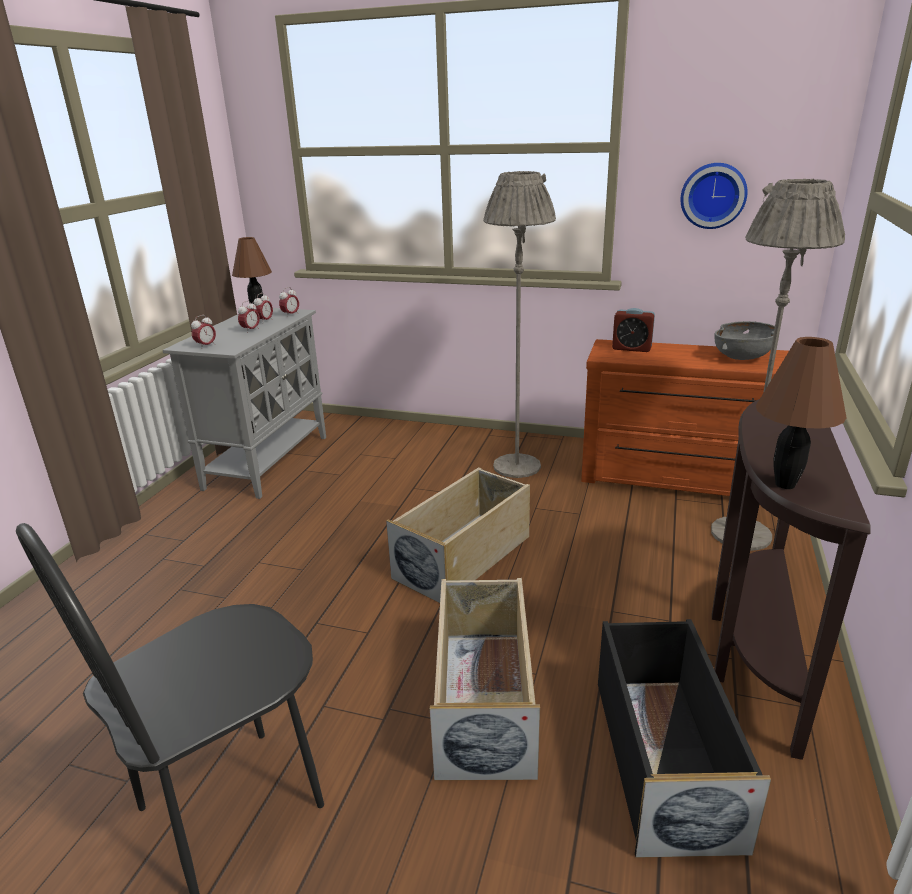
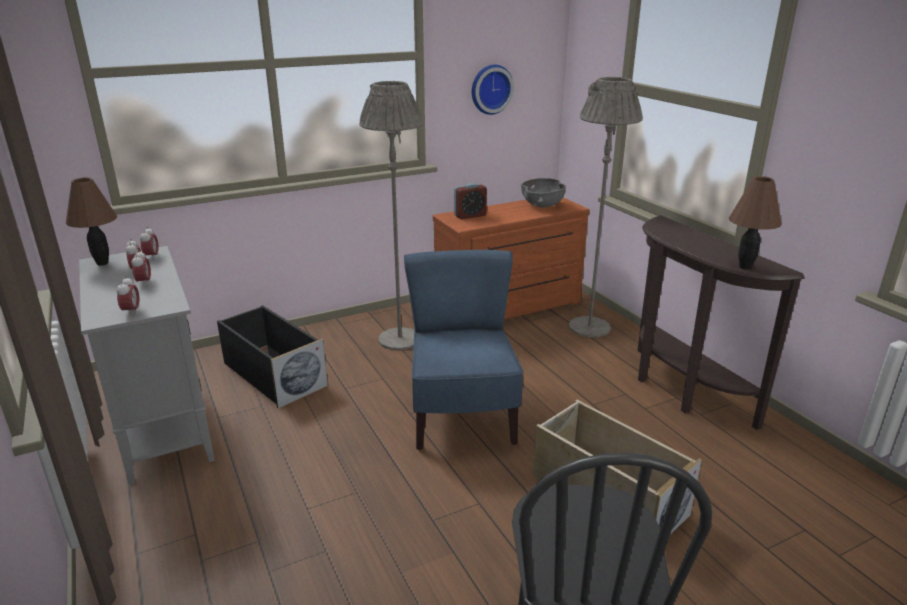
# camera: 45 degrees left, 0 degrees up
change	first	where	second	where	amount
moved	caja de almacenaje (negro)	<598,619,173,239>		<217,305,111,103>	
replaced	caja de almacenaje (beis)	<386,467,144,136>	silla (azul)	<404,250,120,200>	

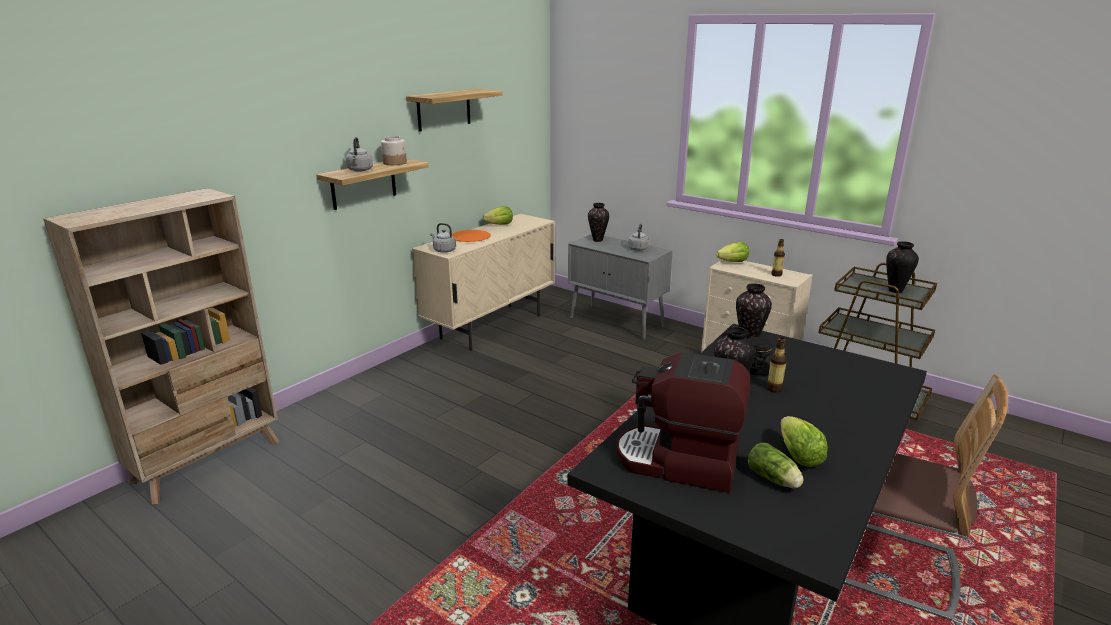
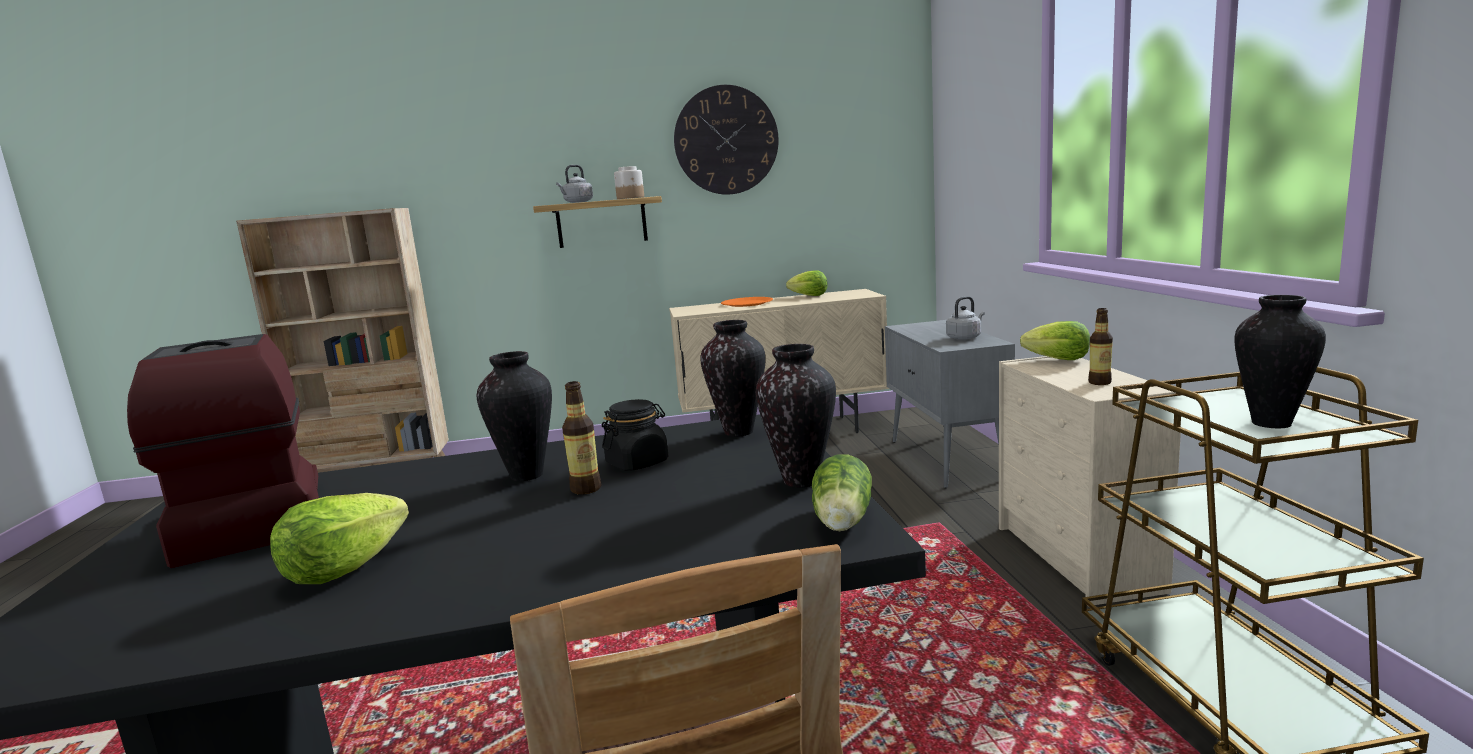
# camera: 45 degrees right, 10 degrees down
change	first	where	second	where	amount
removed	hervidor (gris)	<430,223,26,30>			
moved	florero	<588,203,21,39>		<756,344,80,144>	
moved	lechuga	<748,443,55,45>		<812,454,60,77>	
replaced	estante	<406,89,97,42>	reloj de pared	<674,85,105,110>	

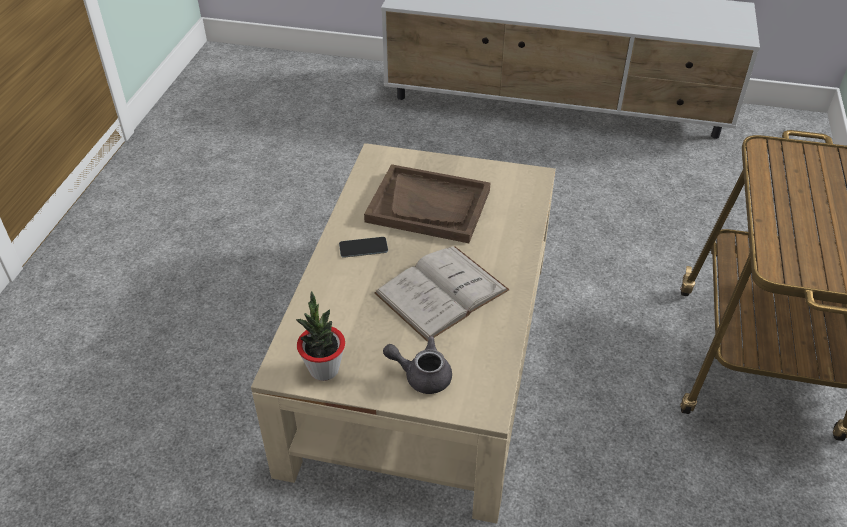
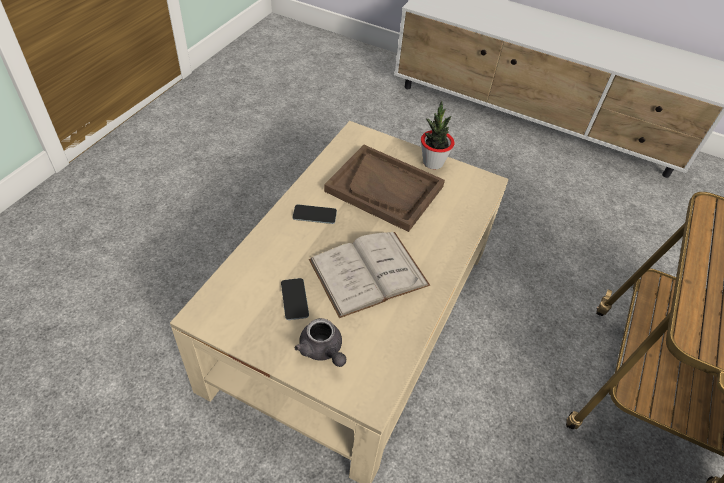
# camera: 10 degrees right, 5 degrees up
change	first	where	second	where	amount
added			móvil	<281,278,28,42>	
moved	planta en maceta	<296,291,49,90>		<421,101,33,69>	
turned	tetera (gris)	<383,336,69,58>		<295,318,51,49>	150 degrees counterclockwise

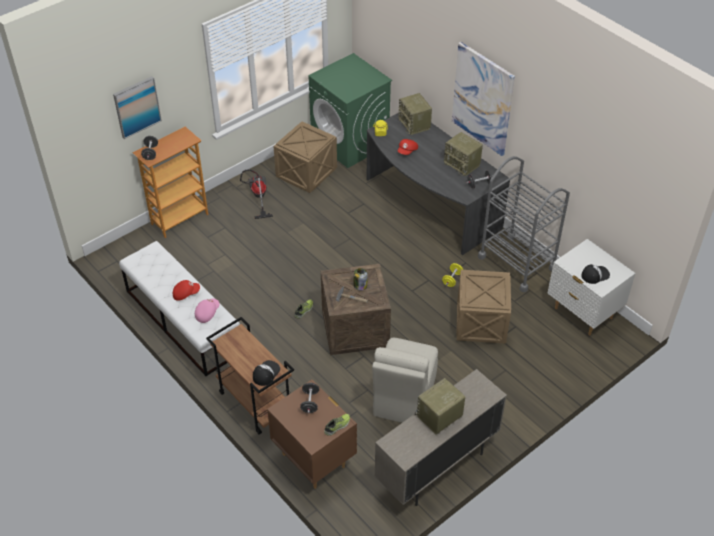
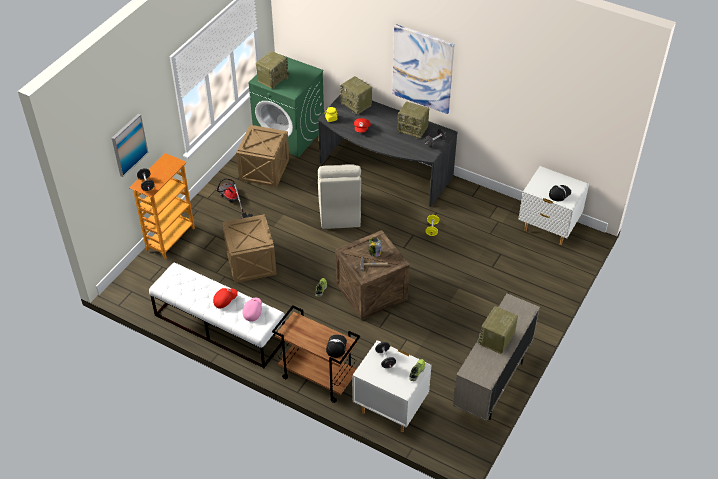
# camera: 20 degrees left, 0 degrees up
change	first	where	second	where	amount
removed	carrito (gris)	<478,156,92,137>			
added			radio	<256,51,34,38>	
moved	silla (beis)	<372,338,66,85>		<318,164,43,65>	
moved	caja de embalaje	<456,270,55,74>		<222,214,55,69>	
recoloured	mesita de noche (marrón)	<267,380,90,109>	mesita de noche (blanco)	<353,340,79,92>	

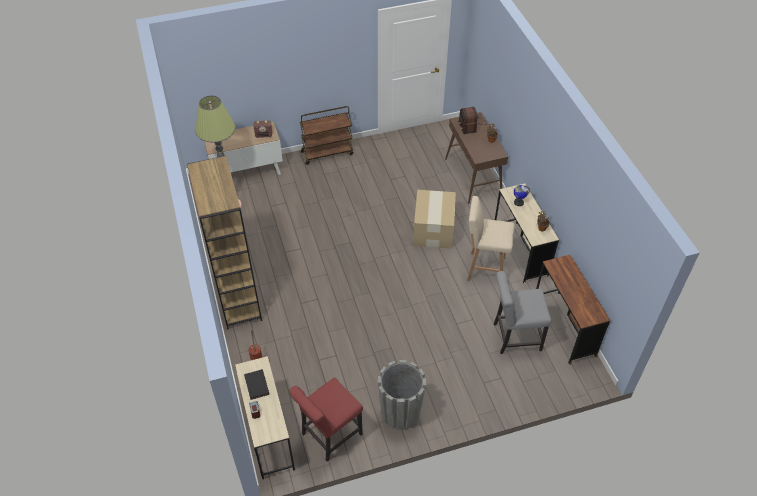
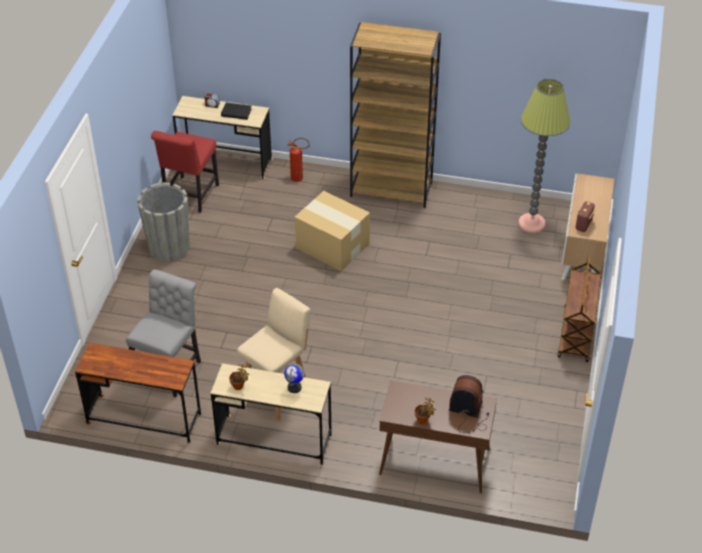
# camera: 120 degrees right, 5 degrees down
change	first	where	second	where	amount
moved	caja de cartón	<413,190,43,59>		<294,191,76,80>	
turned	silla (rojo)	<289,377,74,85>		<151,131,68,82>	150 degrees counterclockwise

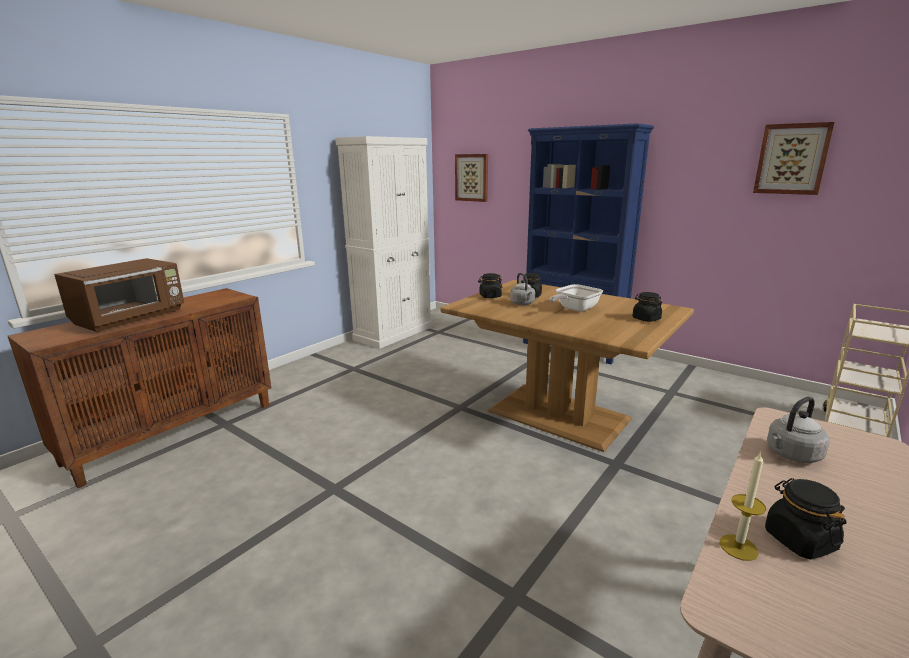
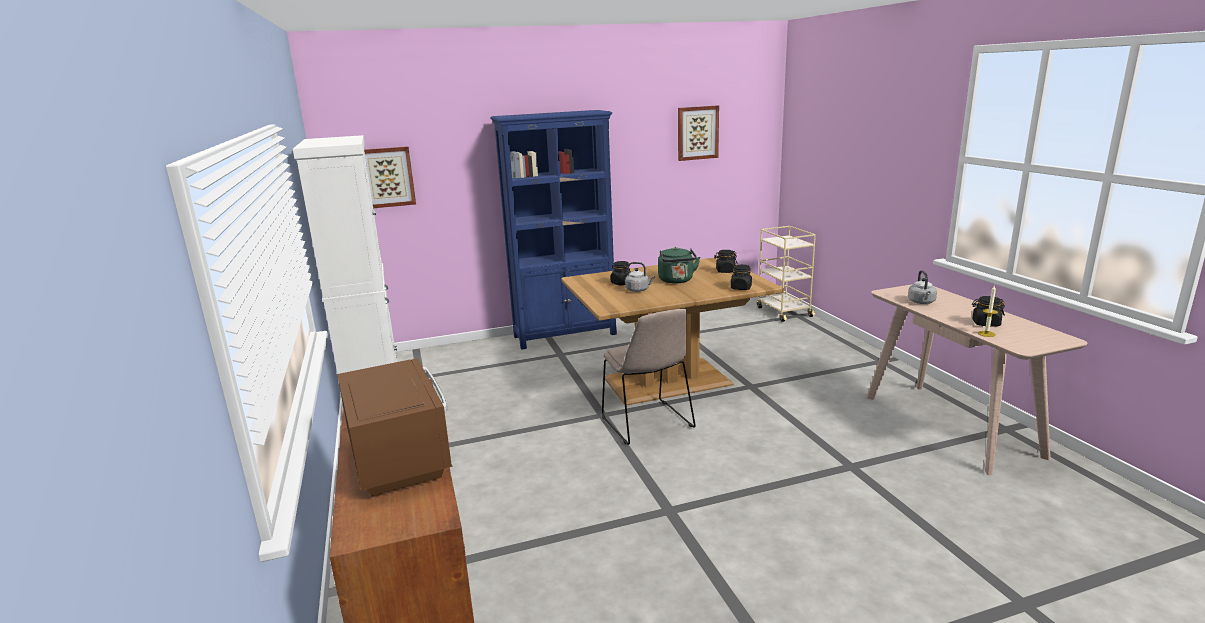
# camera: 55 degrees left, 0 degrees up
change	first	where	second	where	amount
added			silla (beis)	<602,309,94,136>	
moved	tarro (negro)	<478,273,25,25>		<731,265,21,25>	
replaced	sartén	<549,284,54,28>	hervidor (verde)	<658,247,42,36>	

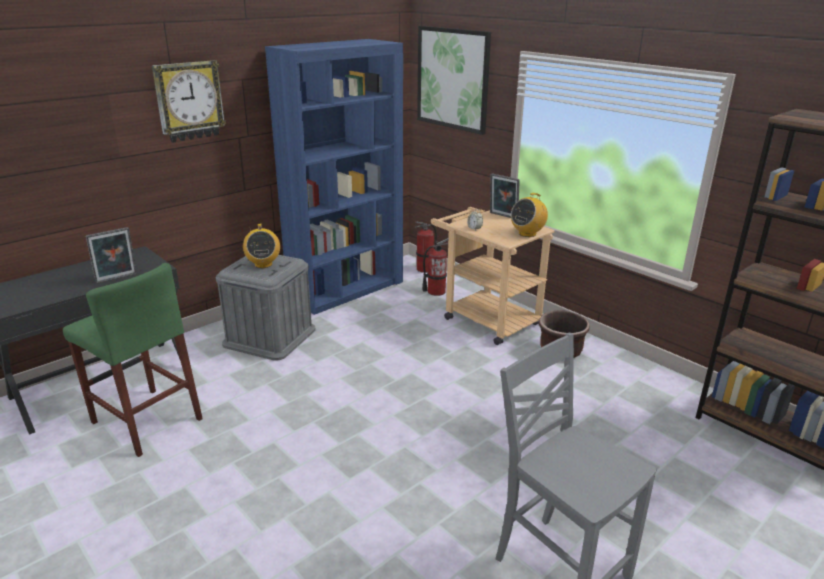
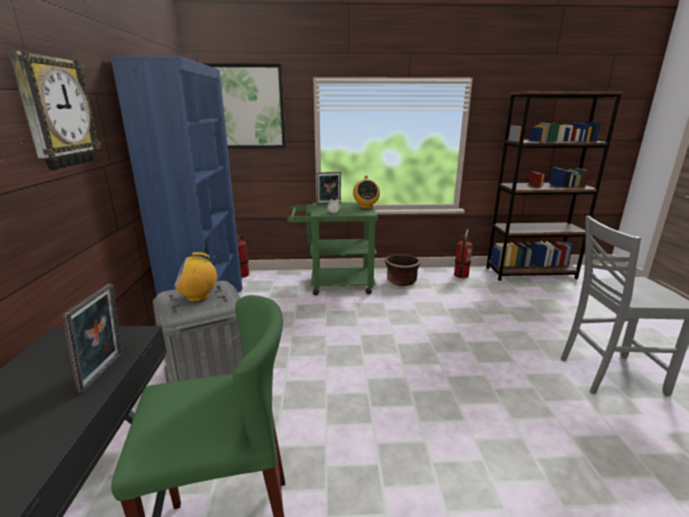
# camera: 50 degrees left, 5 degrees down
change	first	where	second	where	amount
moved	extintor	<422,238,26,58>		<454,229,19,49>	
recoloured	carrito (beis)	<431,207,124,138>	carrito (verde)	<287,202,92,94>	
turned	radio	<243,224,37,44>		<174,252,43,50>	135 degrees clockwise

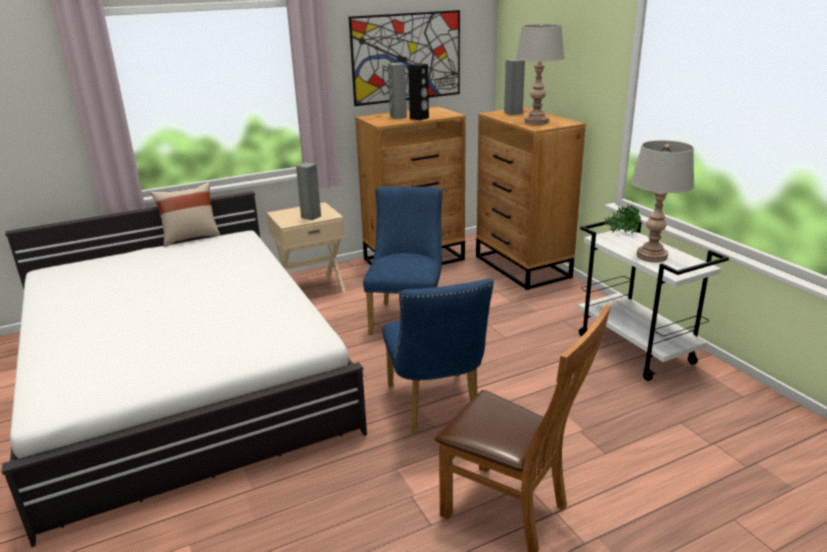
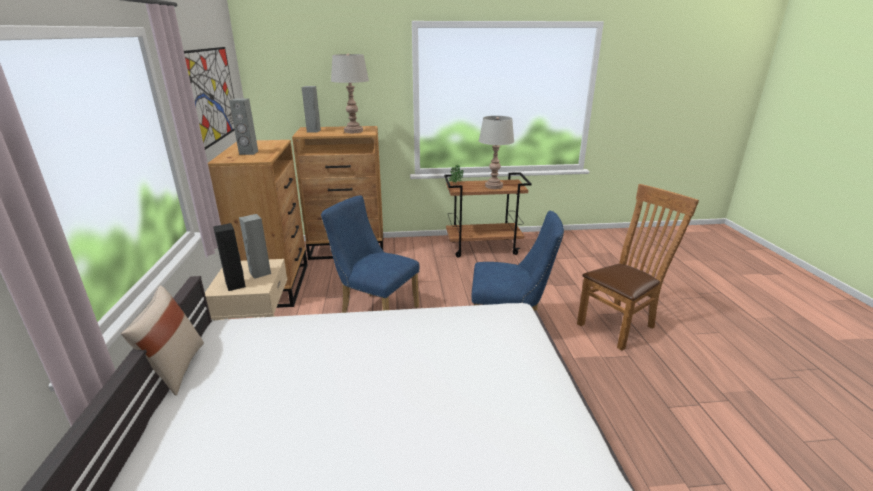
# camera: 70 degrees left, 0 degrees up
change	first	where	second	where	amount
moved	altavoz (negro)	<408,63,21,57>		<213,223,33,68>	
recoloured	carrito (blanco)	<578,217,151,164>	carrito (marrón)	<444,172,88,85>	

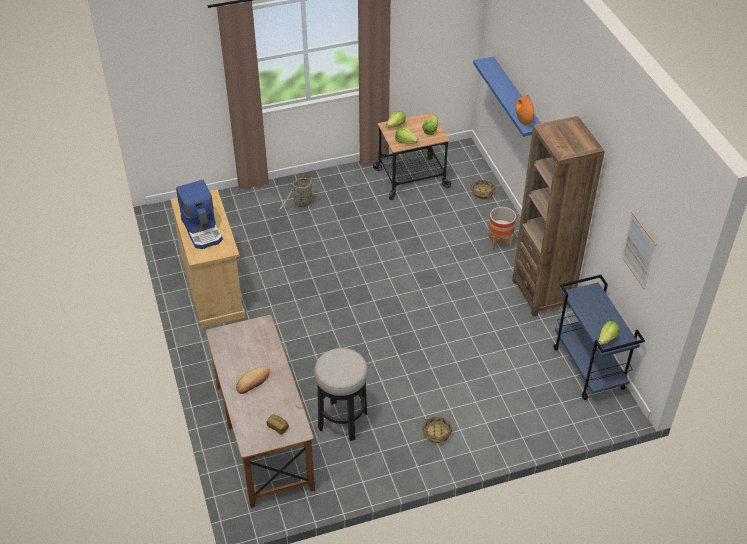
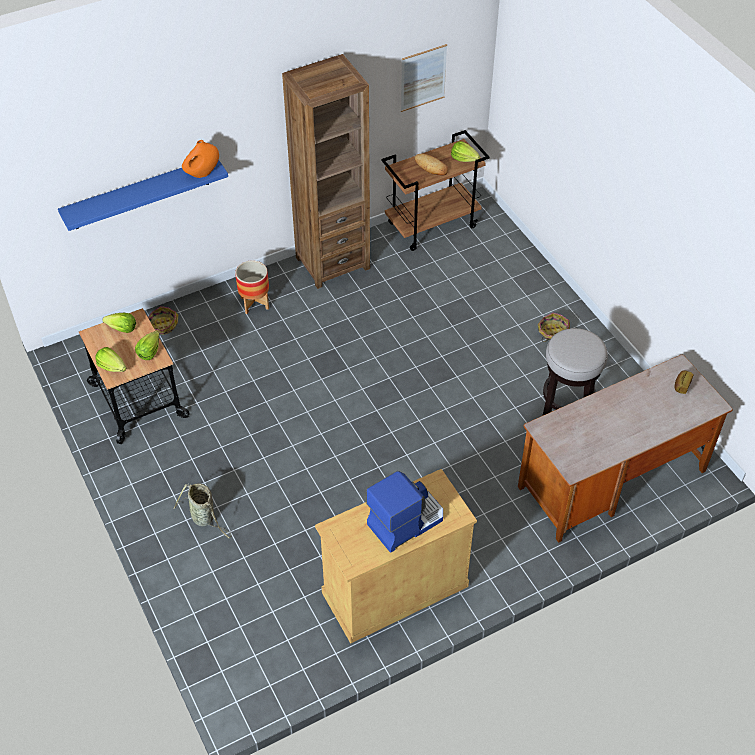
# camera: 100 degrees left, 5 degrees up
change	first	where	second	where	amount
moved	pan	<236,367,34,27>		<415,153,33,23>	
recoloured	carrito (azul)	<553,275,92,125>	carrito (marrón)	<382,130,108,121>	

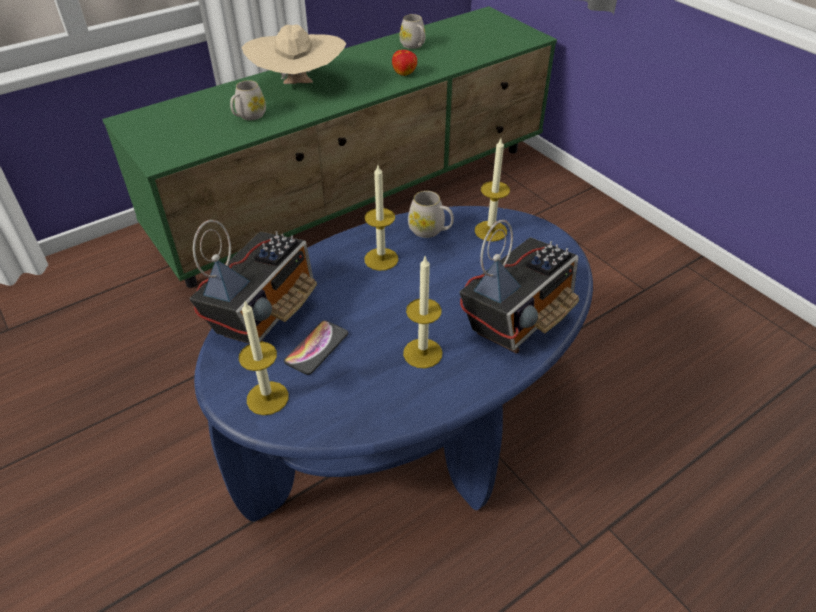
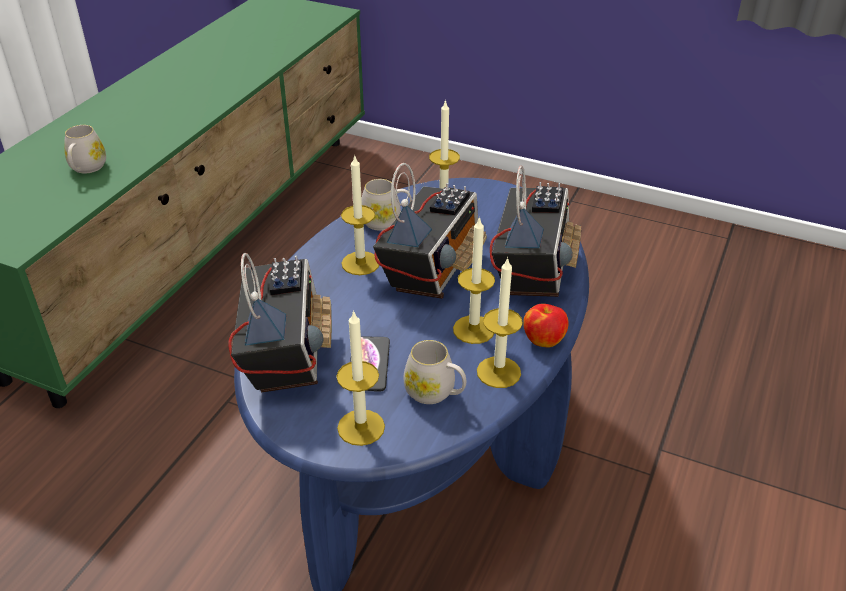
# camera: 30 degrees left, 5 degrees down
change	first	where	second	where	amount
removed	sombrero (beis)	<242,24,104,60>			
added			radio	<373,163,114,136>	
added			vela	<477,257,46,131>	
moved	manzana	<392,50,25,26>		<523,304,46,43>	
moved	taza grande (blanco)	<400,14,26,35>		<403,340,63,64>	

